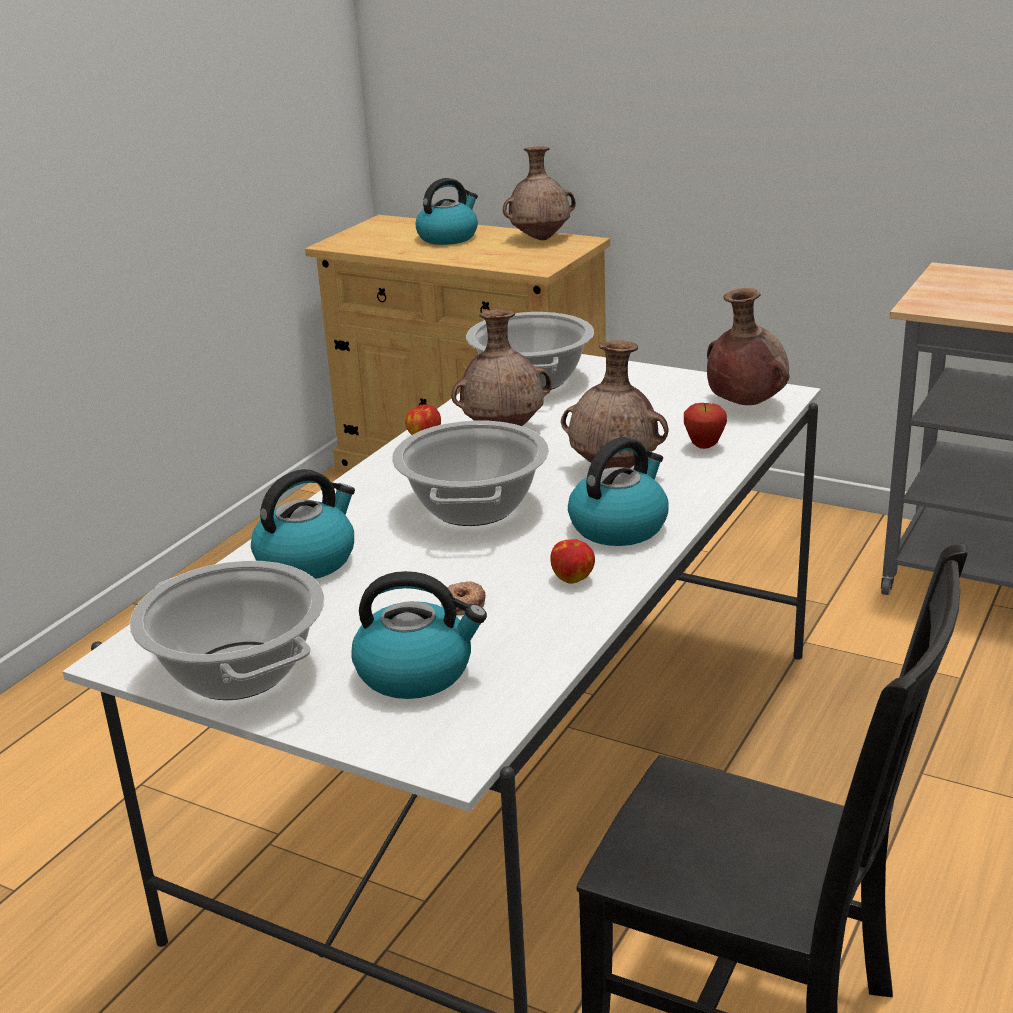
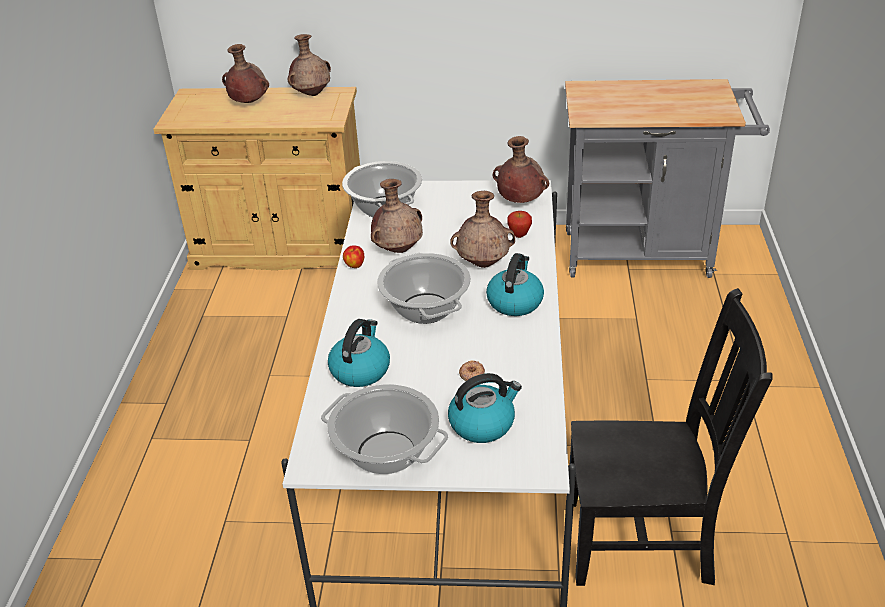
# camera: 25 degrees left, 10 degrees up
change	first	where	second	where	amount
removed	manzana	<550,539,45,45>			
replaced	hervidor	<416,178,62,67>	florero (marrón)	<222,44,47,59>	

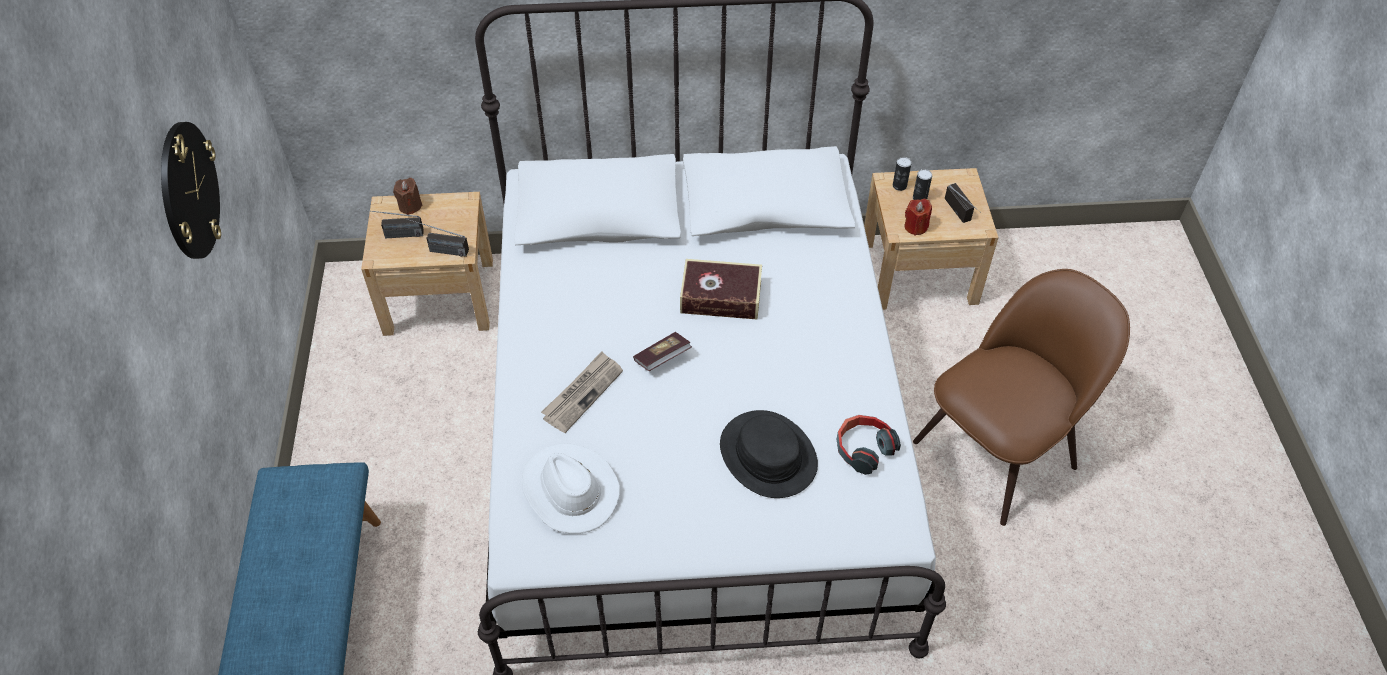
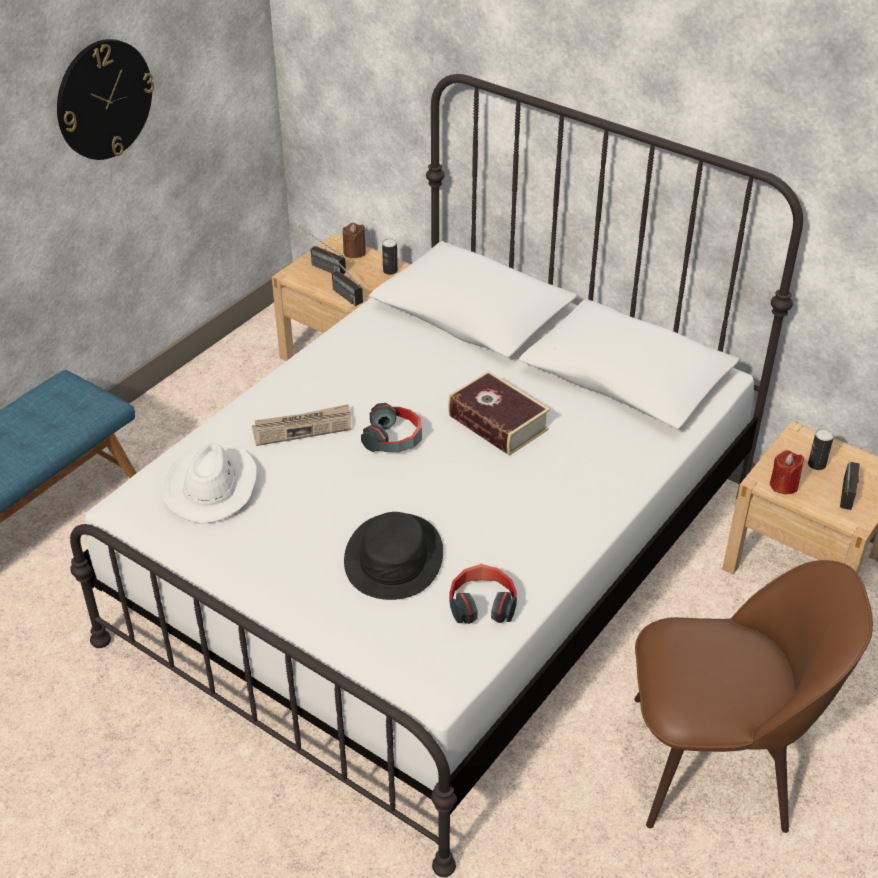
# camera: 40 degrees right, 10 degrees down
change	first	where	second	where	amount
moved	lata	<893,157,19,34>		<382,238,16,37>	
replaced	libro	<633,332,59,39>	auriculares	<361,403,61,49>	

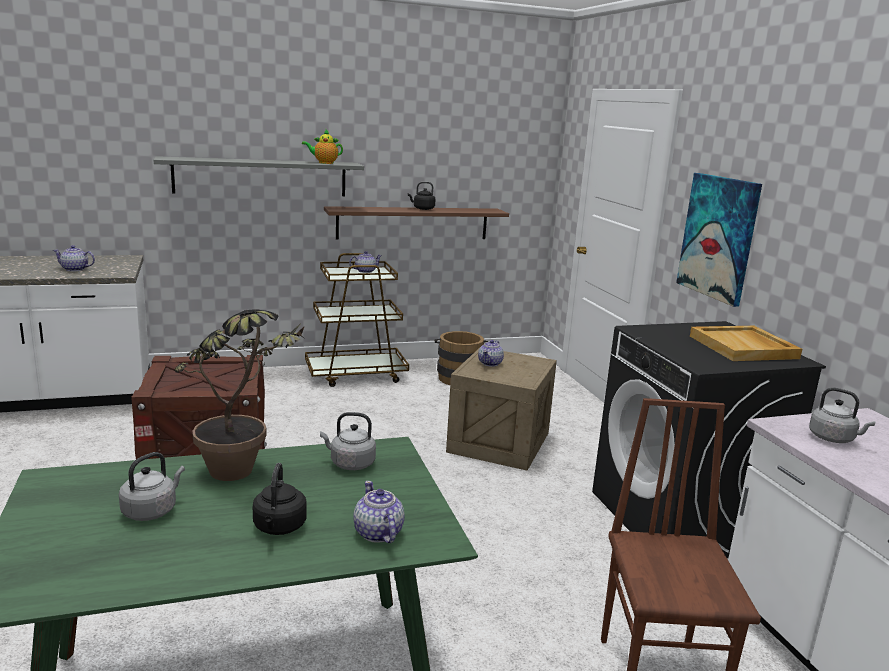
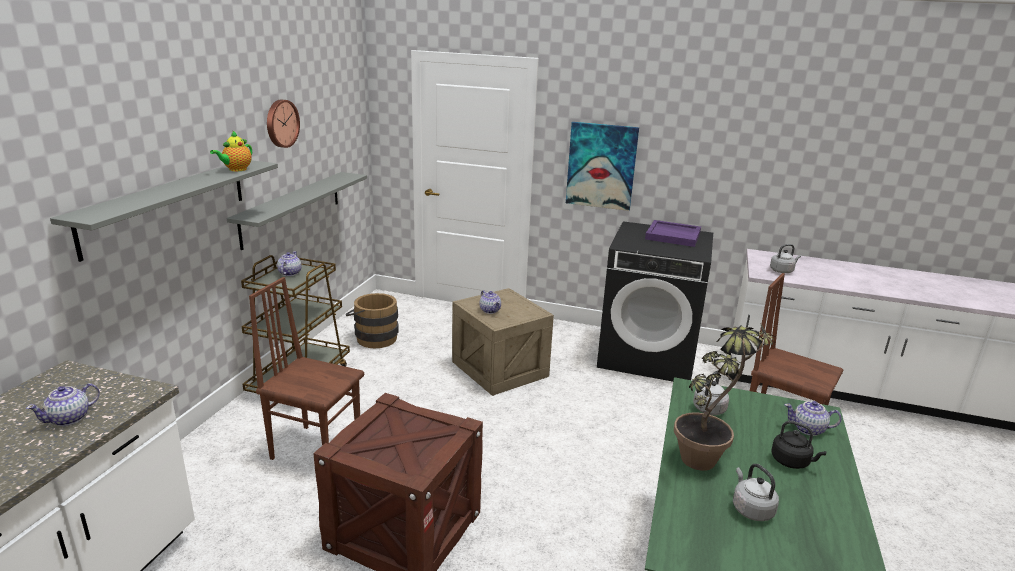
# camera: 55 degrees left, 5 degrees up
change	first	where	second	where	amount
removed	hervidor (negro)	<408,182,28,28>			
added			silla (marrón)	<249,277,115,183>	
added			reloj de pared	<267,100,33,48>	
recoloured	estante (marrón)	<324,206,185,33>	estante (gris)	<227,172,140,78>	
recoloured	bandeja (beis)	<690,326,112,35>	bandeja (morado)	<645,220,56,27>	

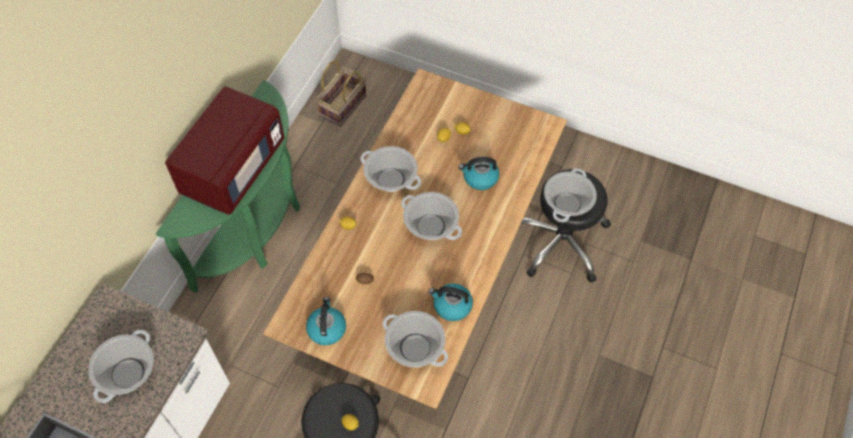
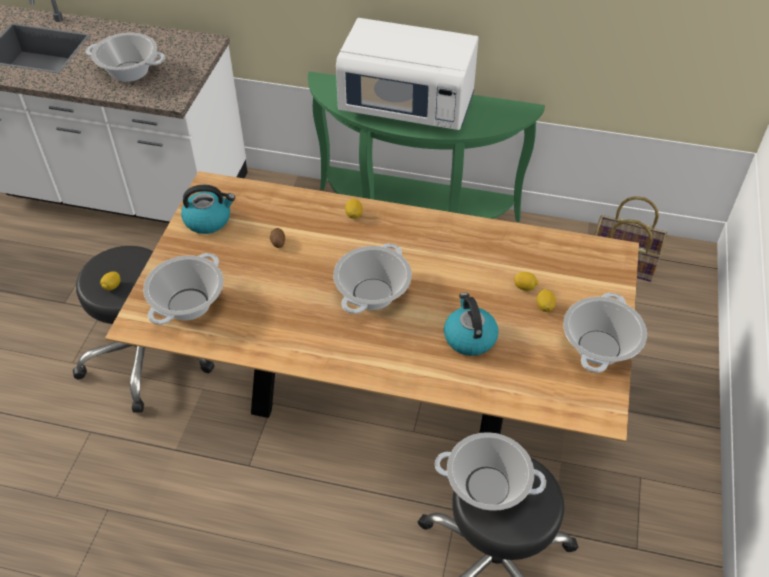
# camera: 80 degrees right, 10 degrees down
change	first	where	second	where	amount
removed	hervidor	<428,284,45,37>			
moved	olla	<361,146,60,46>		<563,293,84,80>	
recoloured	microondas (rojo)	<165,86,120,129>	microondas (blanco)	<336,18,143,112>	

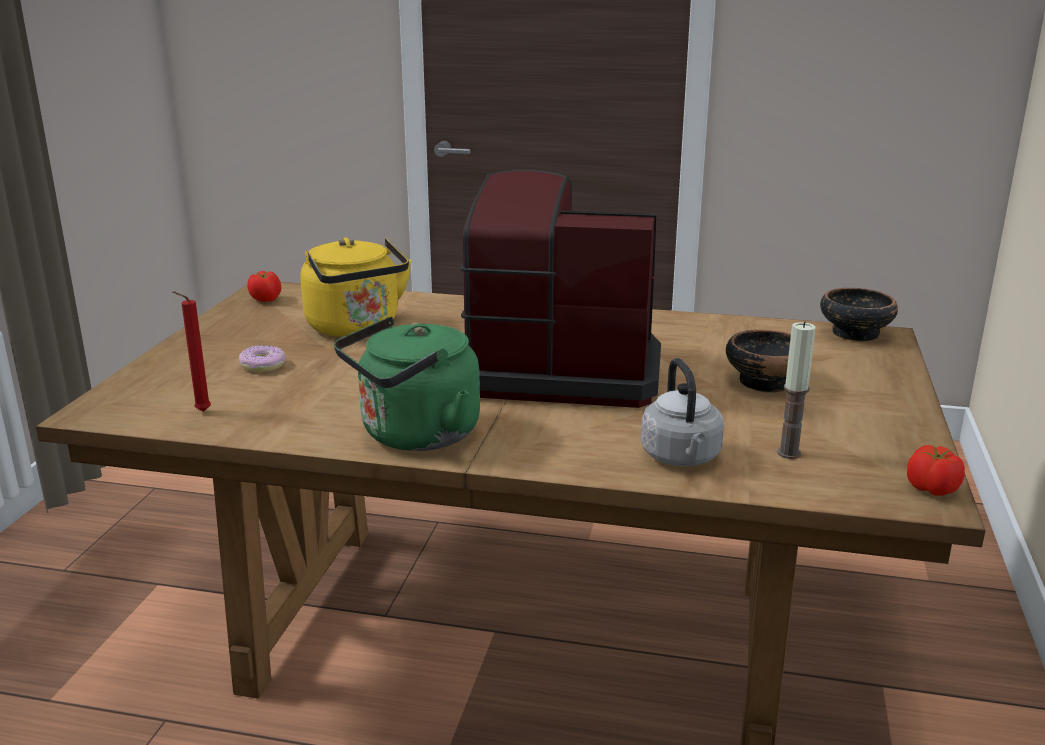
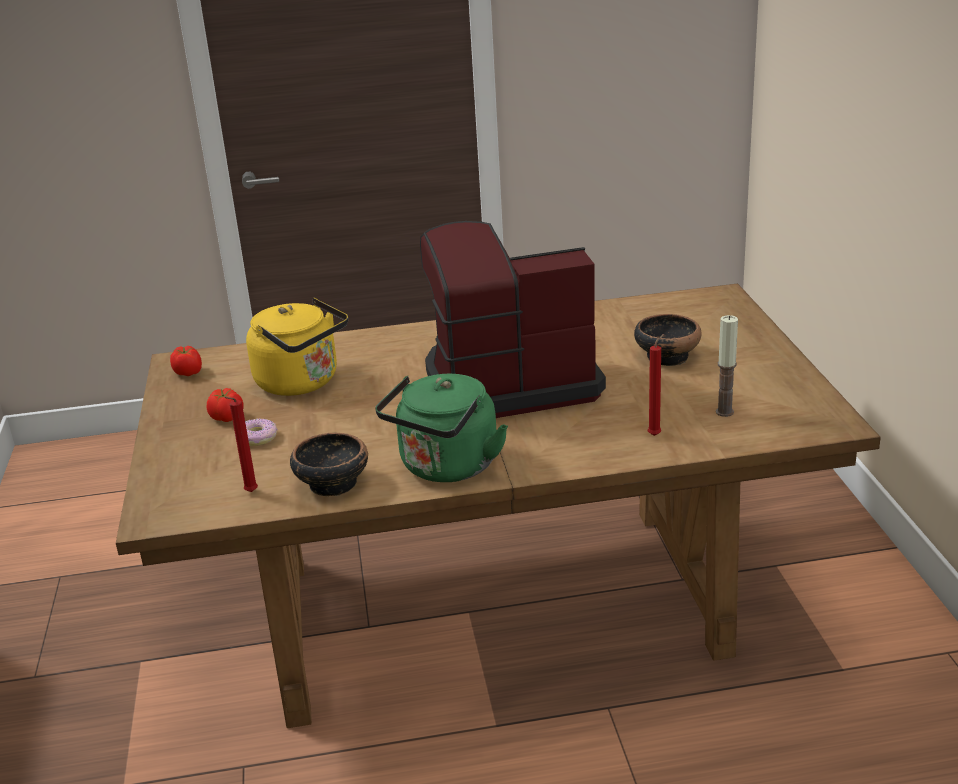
# camera: 20 degrees left, 5 degrees up
change	first	where	second	where	amount
moved	cuenco	<820,288,78,54>		<290,433,78,63>	
moved	tomate	<907,445,58,51>		<206,388,38,34>	
replaced	hervidor (gris)	<641,358,83,108>	vela (rojo)	<648,334,16,102>	

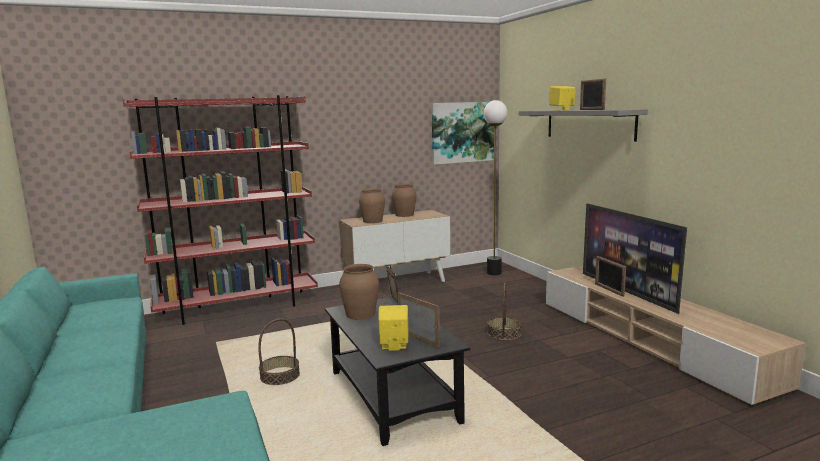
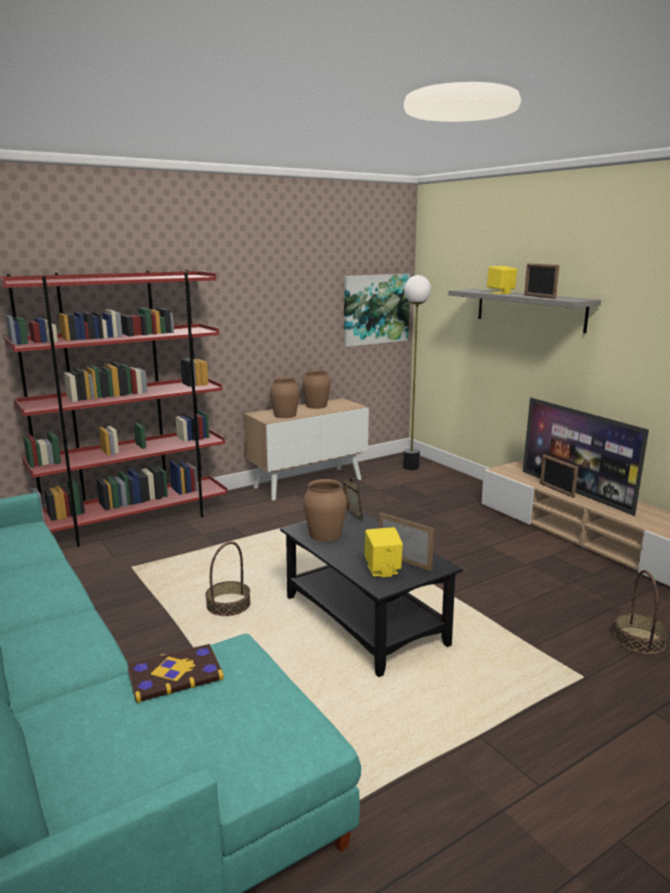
# camera: 10 degrees left, 5 degrees up
change	first	where	second	where	amount
added			libro	<127,644,97,59>	
moved	cesta	<487,283,35,58>		<613,570,55,84>	

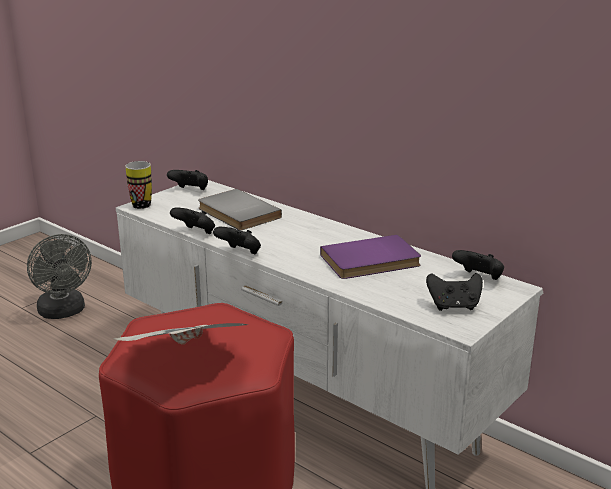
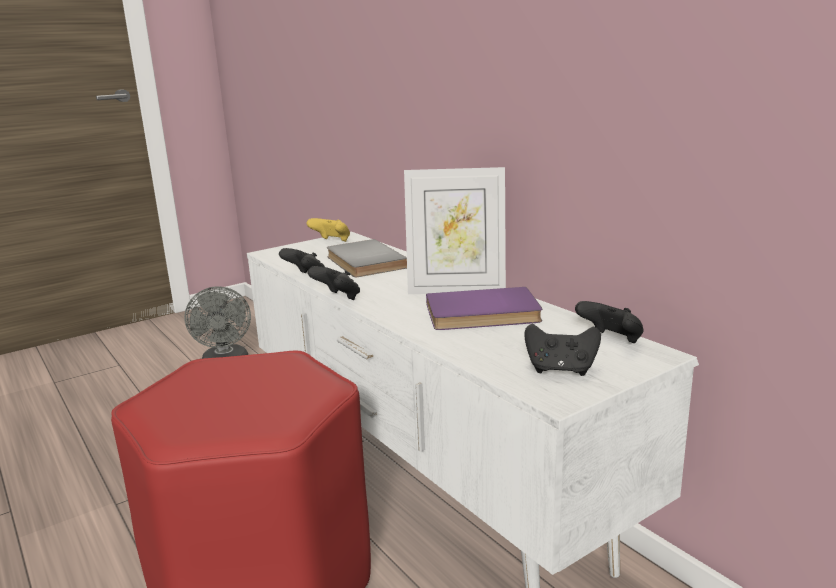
# camera: 15 degrees right, 5 degrees down
change	first	where	second	where	amount
removed	periódico	<114,323,134,22>			
removed	taza grande	<125,161,27,48>			
added			portarretratos	<404,167,102,127>	
recoloured	mando de consola (negro)	<167,170,41,20>	mando de consola (amarillo)	<307,218,43,24>	

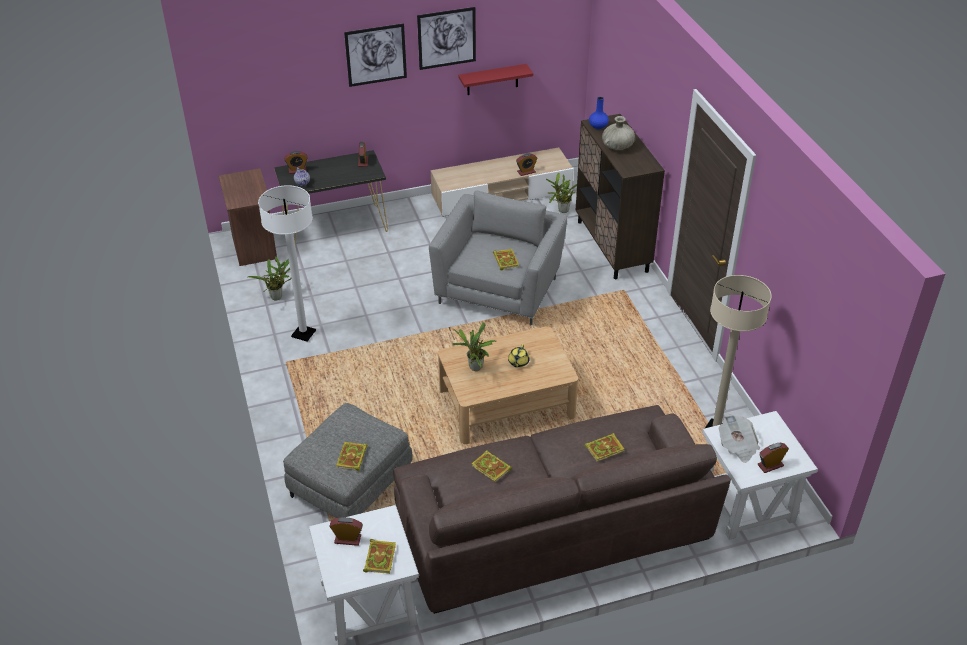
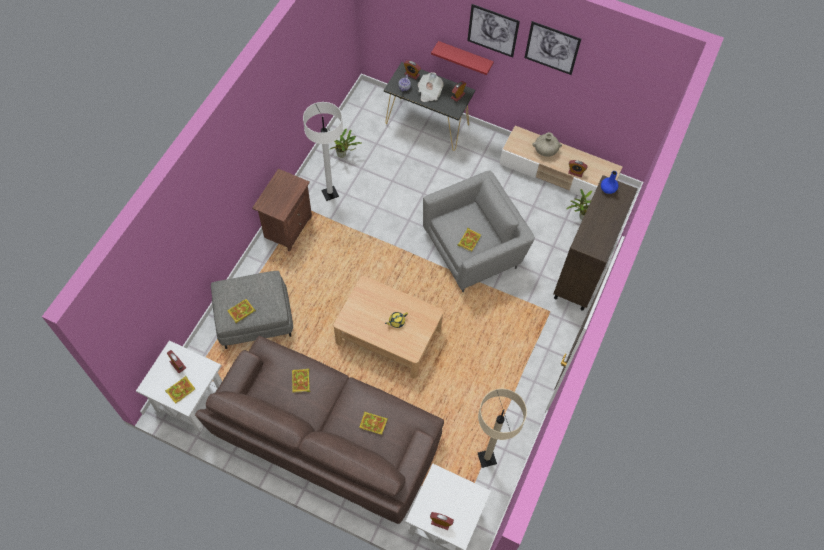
# camera: 40 degrees right, 20 degrees up
change	first	where	second	where	amount
removed	planta en maceta	<452,322,44,49>			
moved	mesita de noche (marrón)	<218,168,59,98>		<252,169,60,83>	
moved	estante (rojo)	<458,64,75,31>		<431,41,63,34>	
moved	florero (beis)	<602,116,33,34>		<533,132,29,25>	
moved	periódico	<719,414,41,49>		<418,72,25,30>	

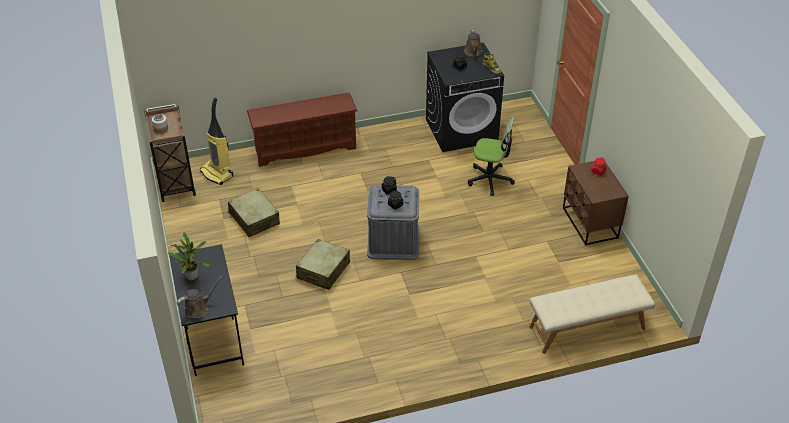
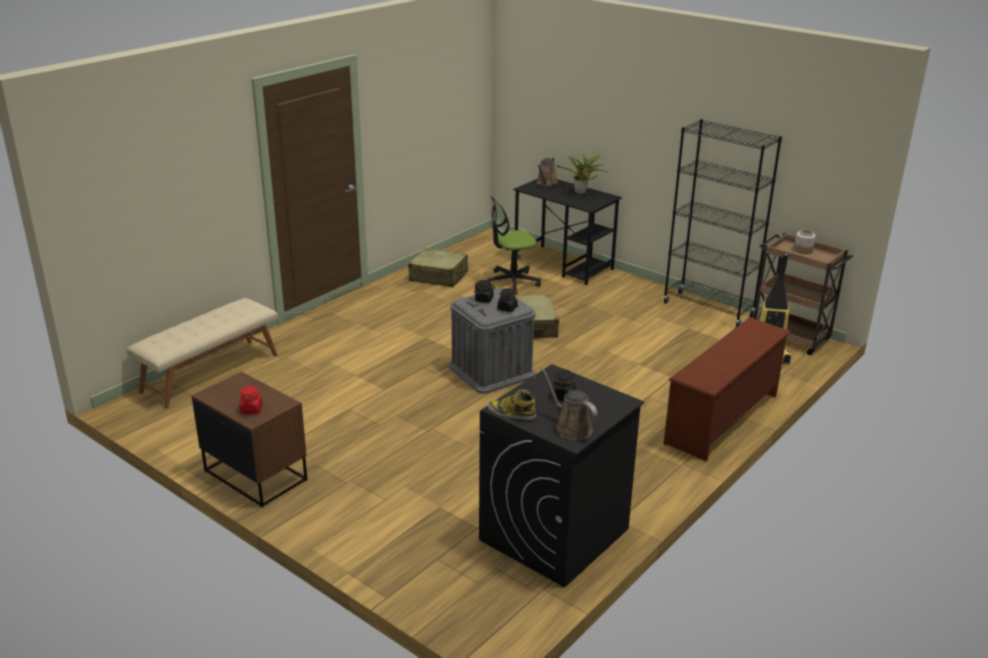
# camera: 145 degrees right, 15 degrees down
change	first	where	second	where	amount
added			estantería (negro)	<663,119,119,208>	
moved	maleta (beis)	<228,188,52,49>		<408,249,60,38>	
moved	silla de oficina	<468,116,47,80>		<487,196,54,99>	

